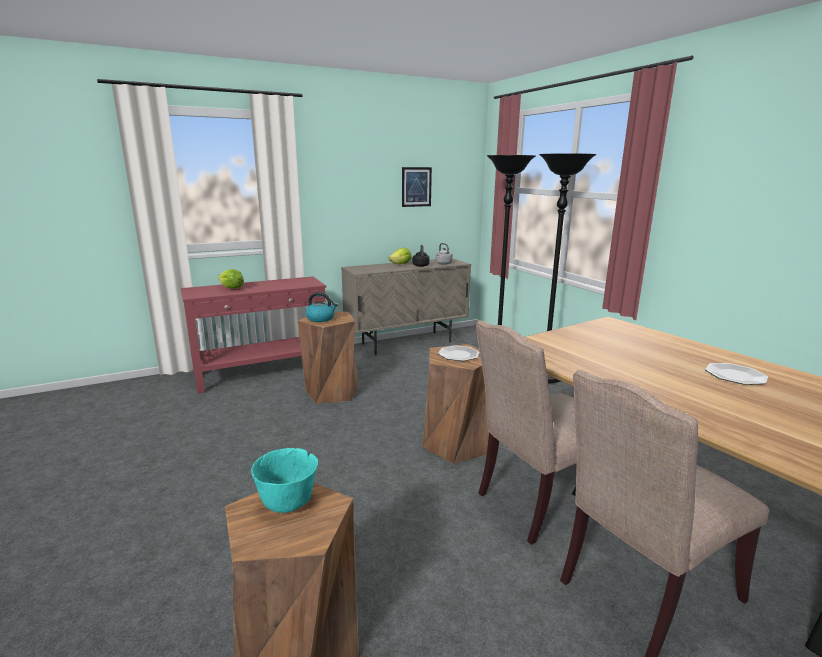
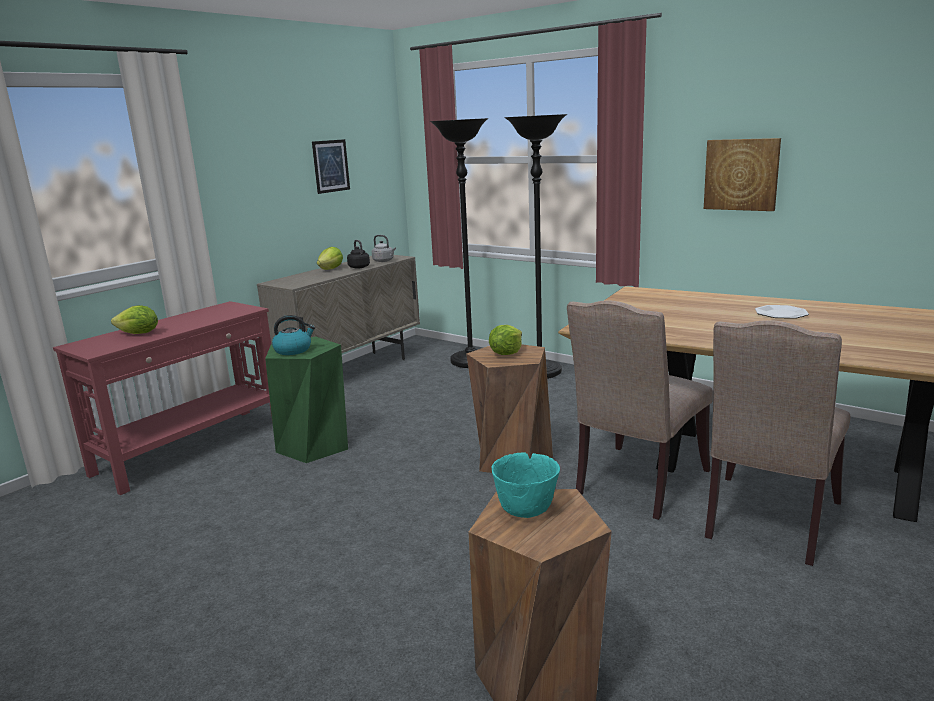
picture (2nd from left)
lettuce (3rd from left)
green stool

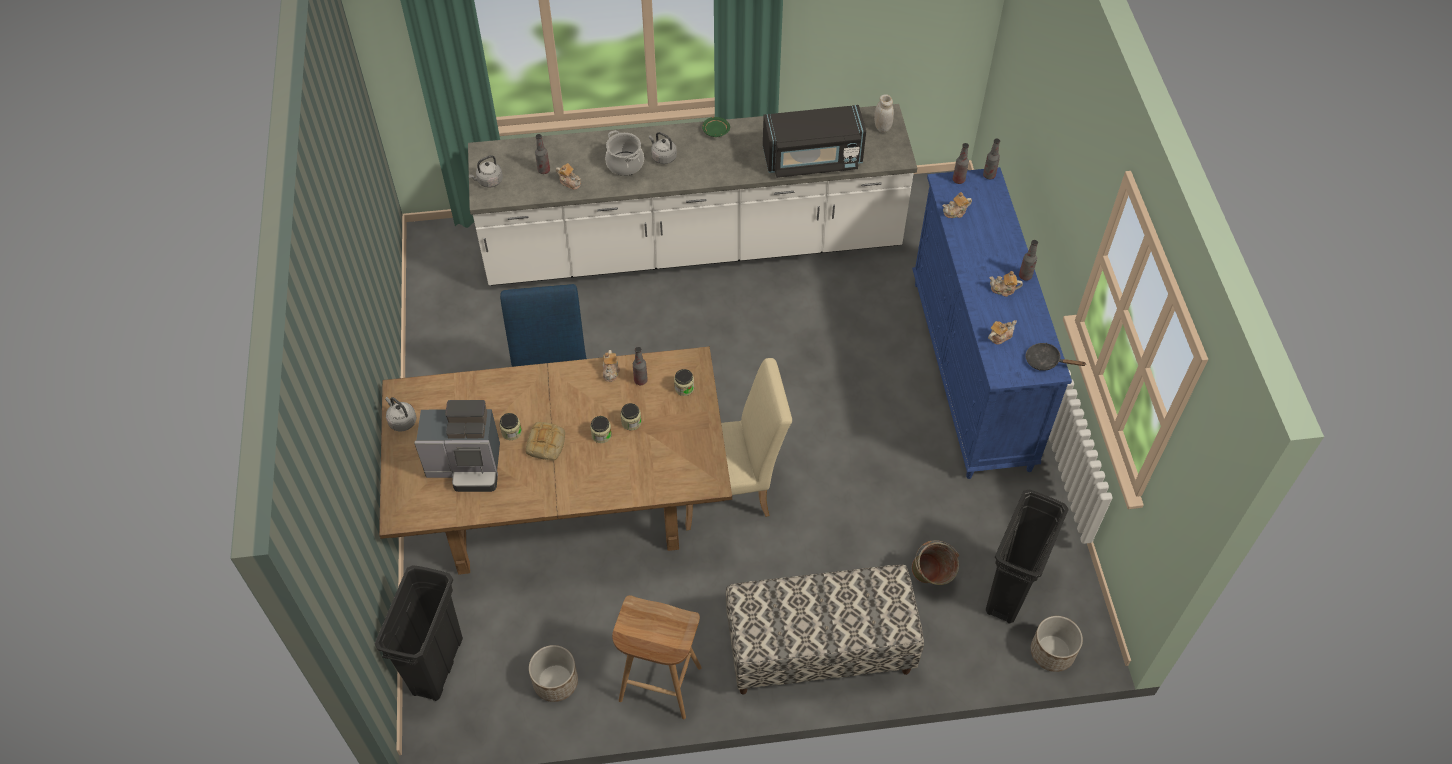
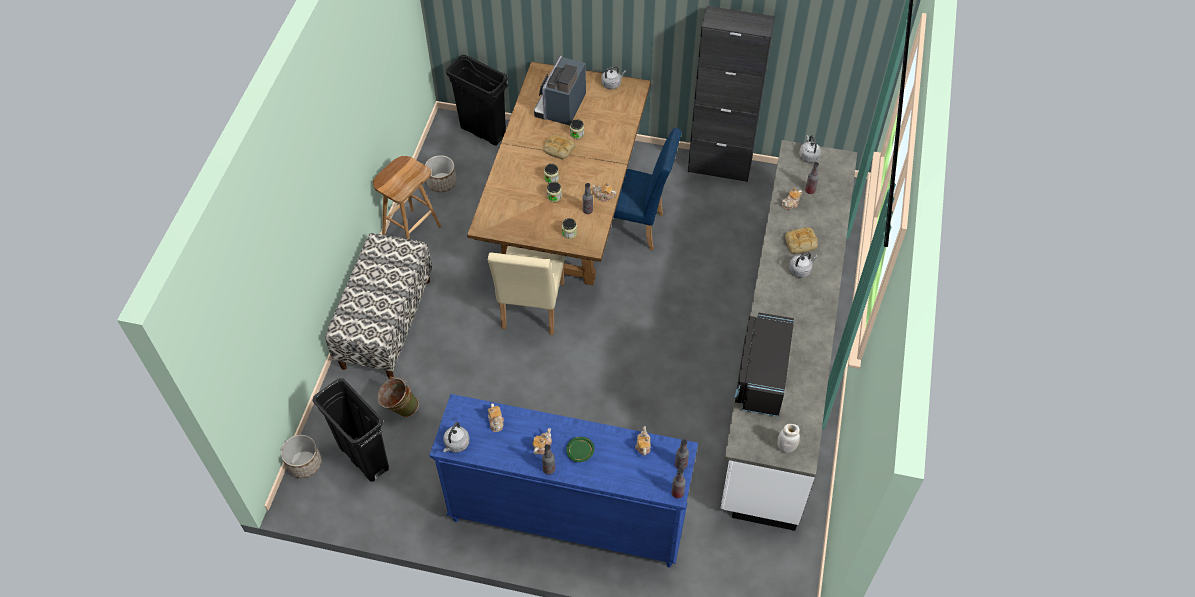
black cabinet
green plate
bread (2nd from left)
grey kettle (1st from left)

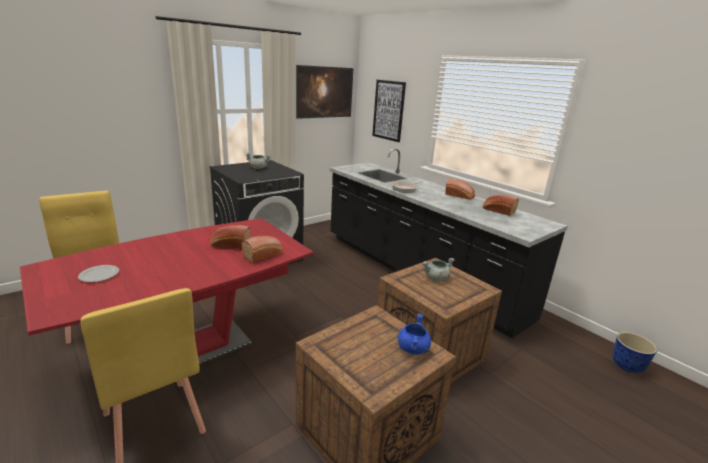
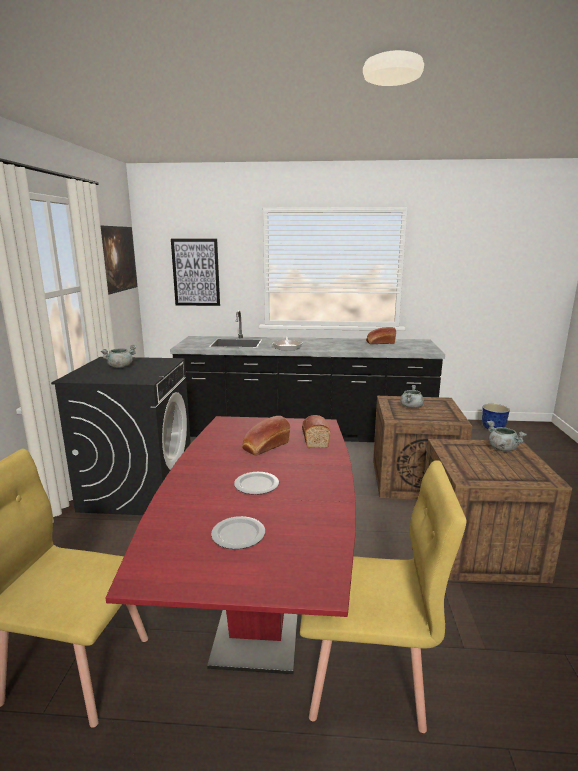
bread (3rd from left in the first image)
plate (2nd from left)
grey cooking pot (3rd from left)

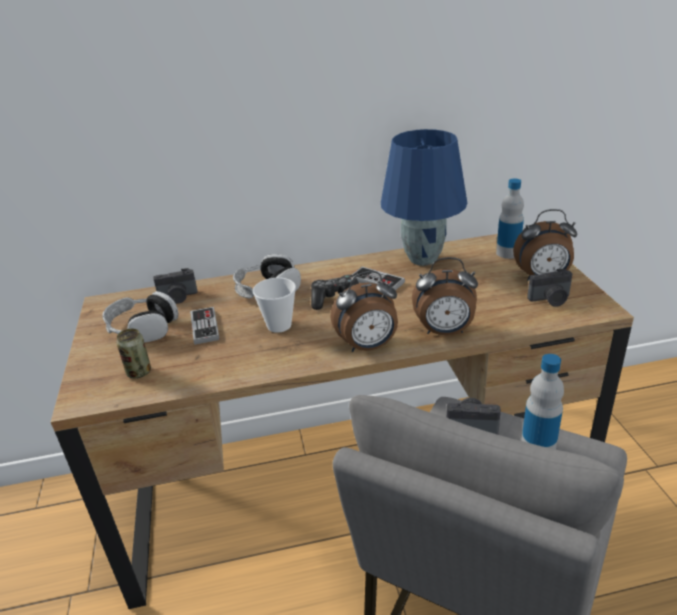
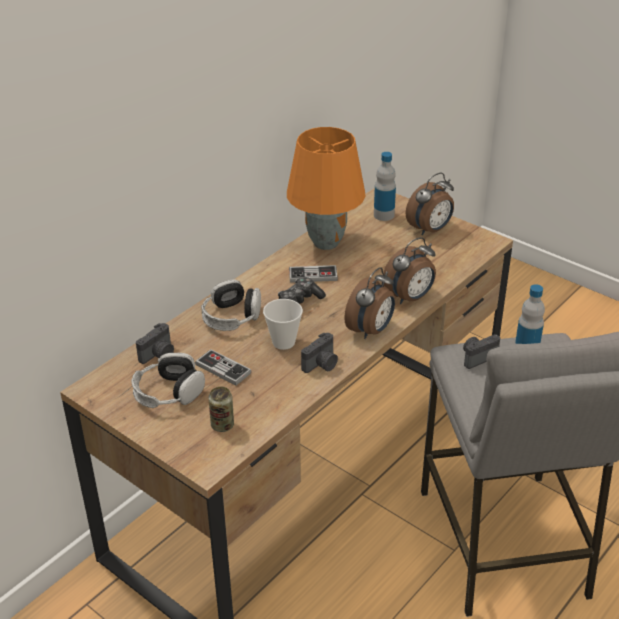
photo camera (2nd from left)
orange table lamp

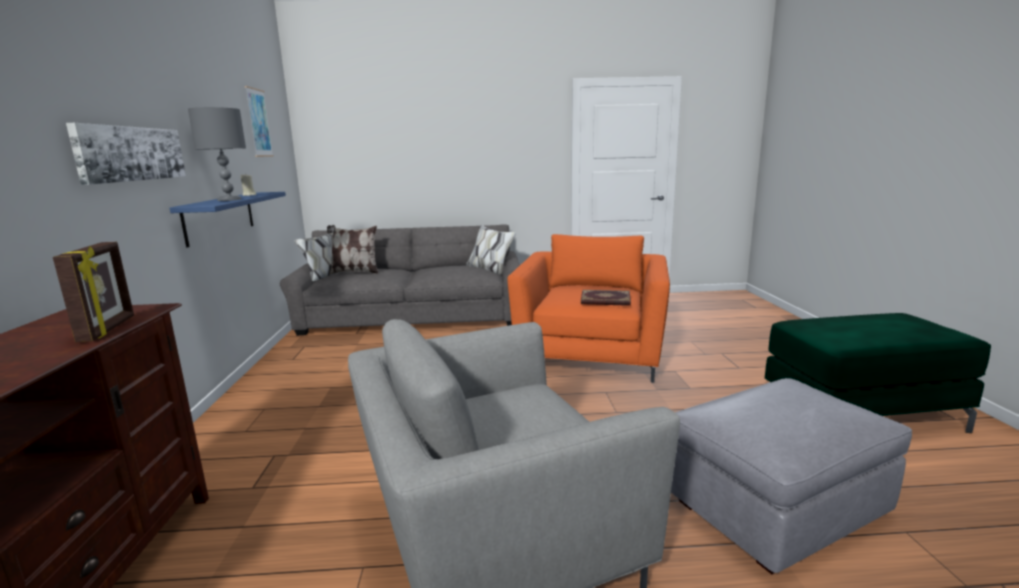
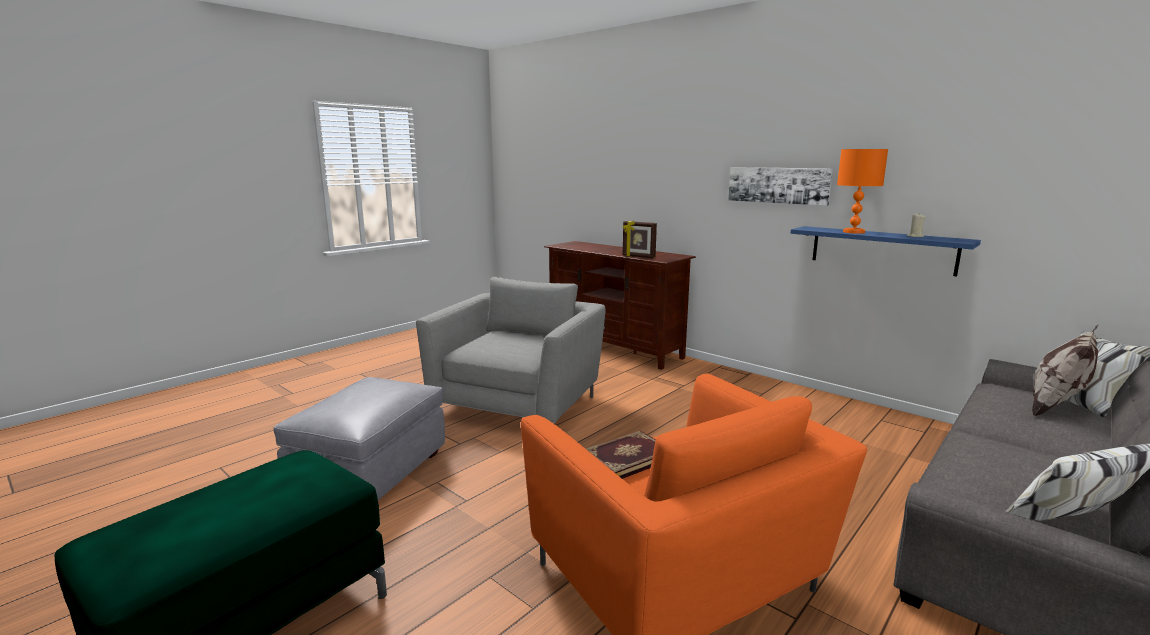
picture (2nd from left in the first image)
orange table lamp

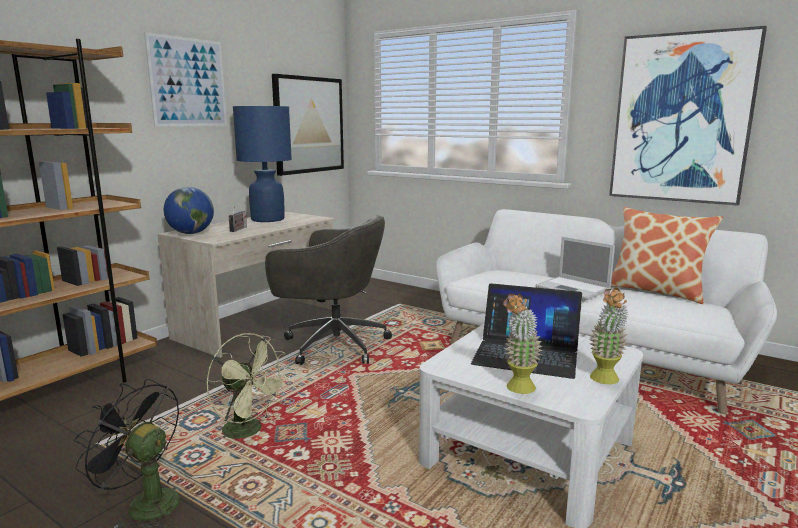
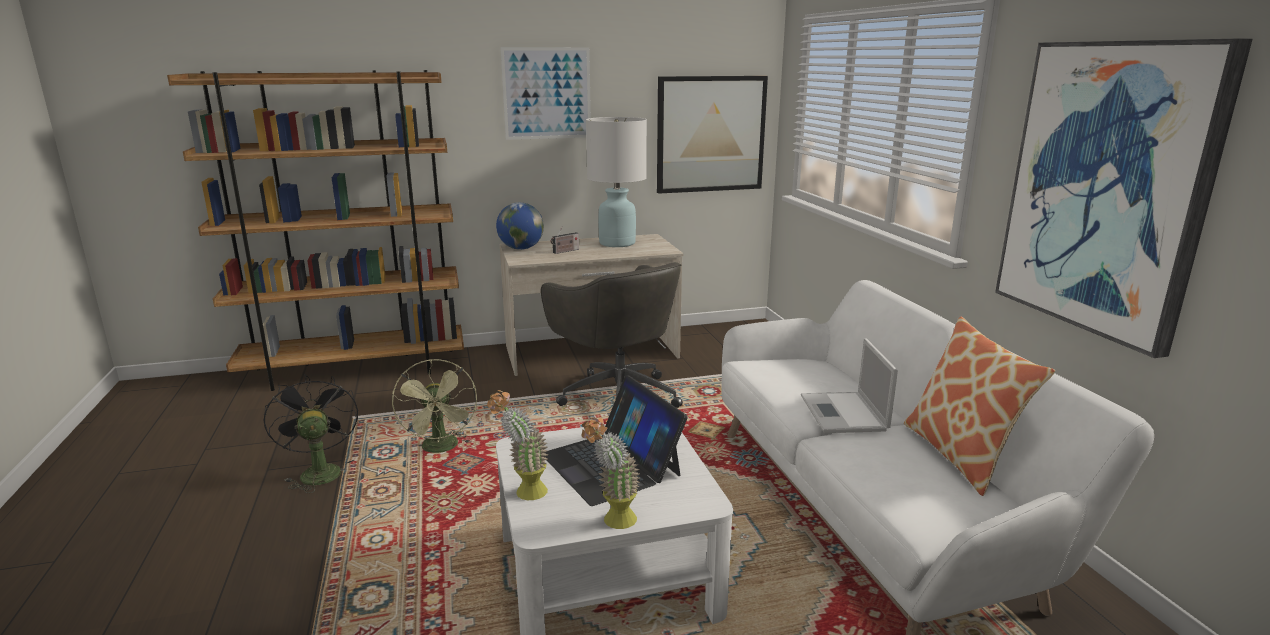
white table lamp

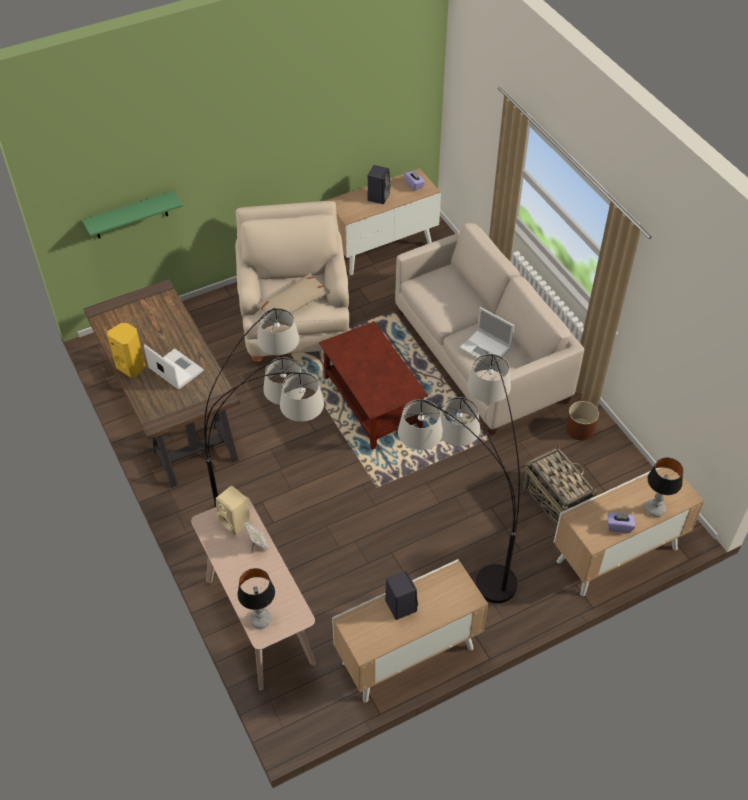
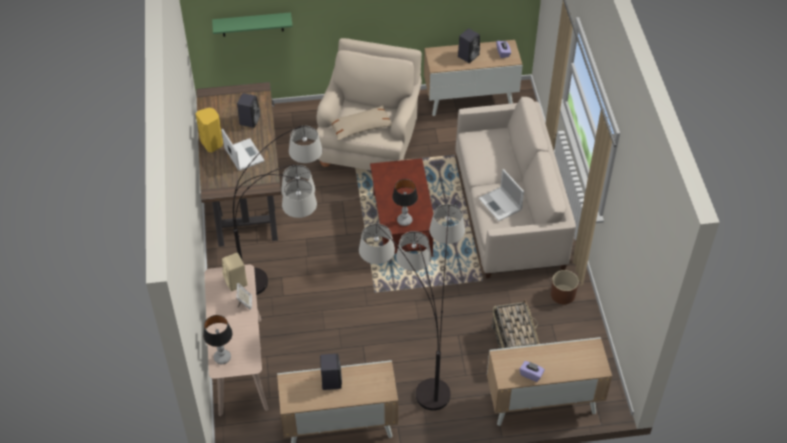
black speaker (1st from left)
table lamp (2nd from left)

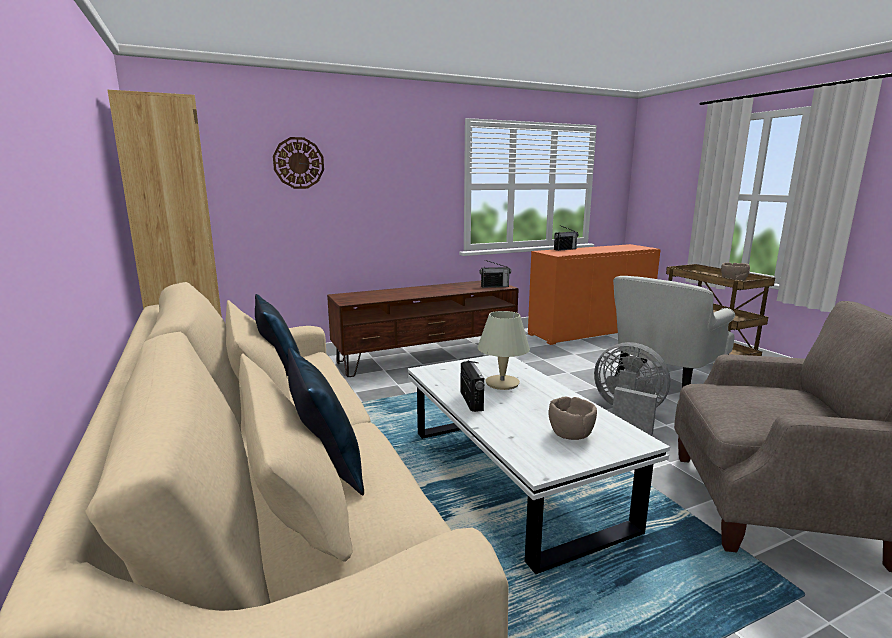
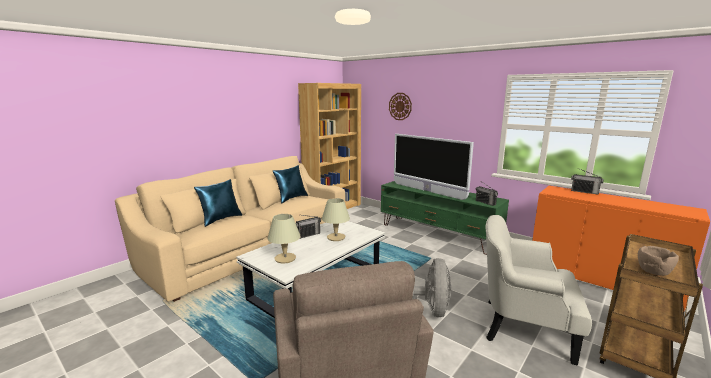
television
beige table lamp (1st from left)
green tv stand

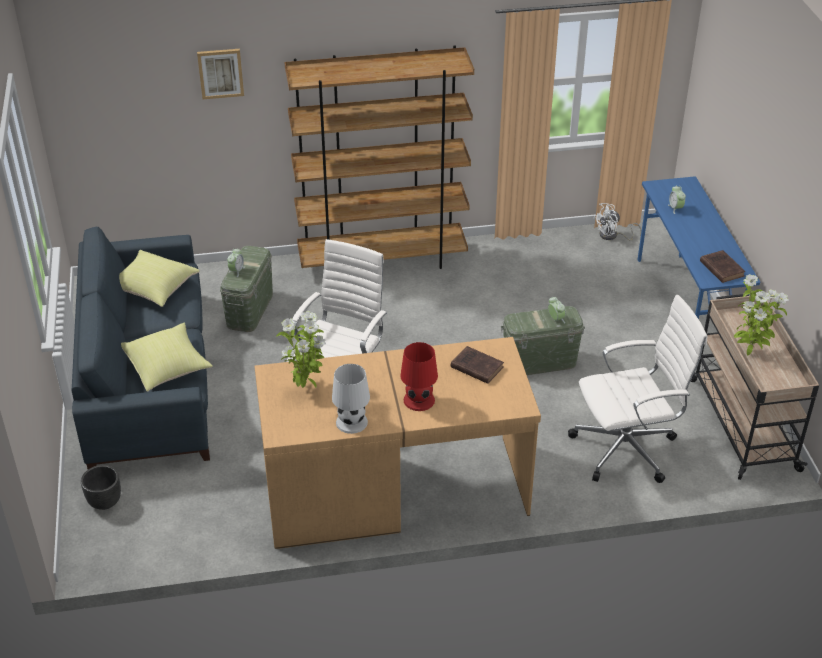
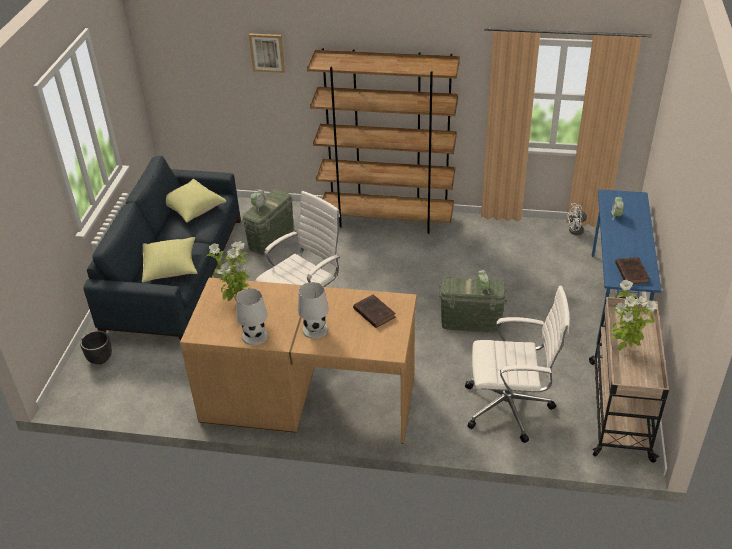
white table lamp (2nd from left)

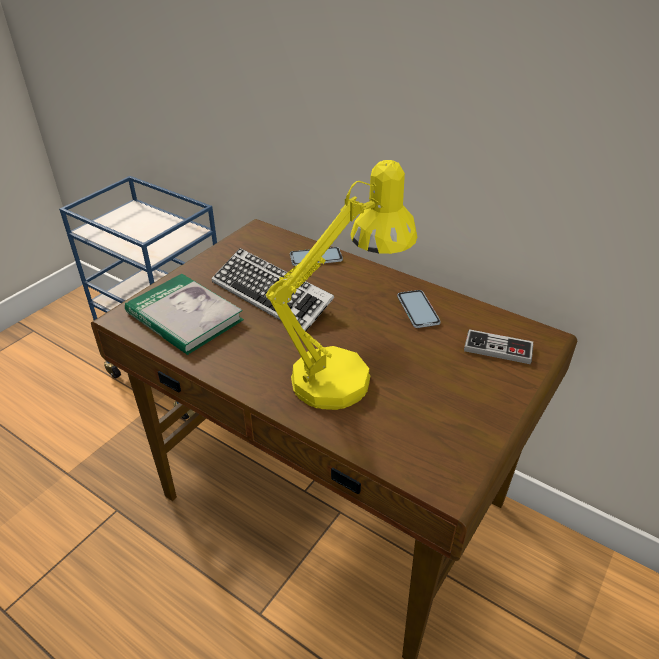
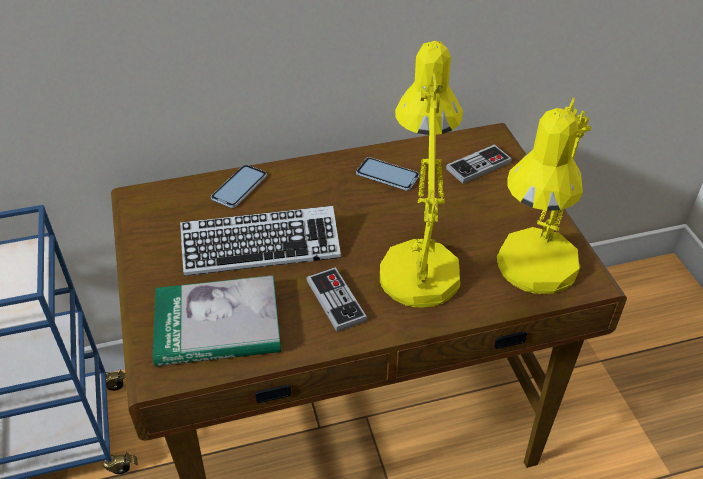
game controller (1st from left)
yellow table lamp (2nd from left)

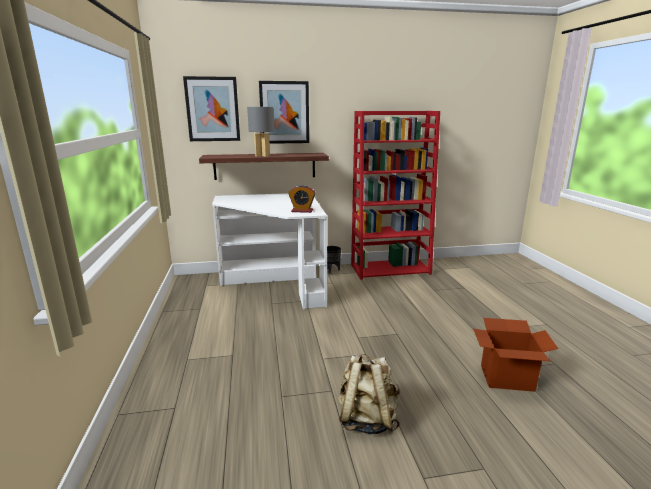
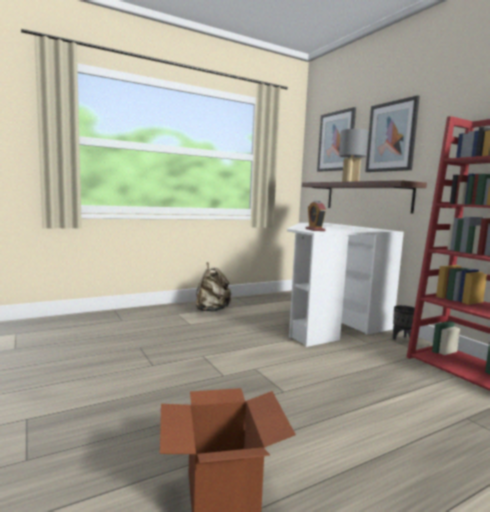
beige backpack

